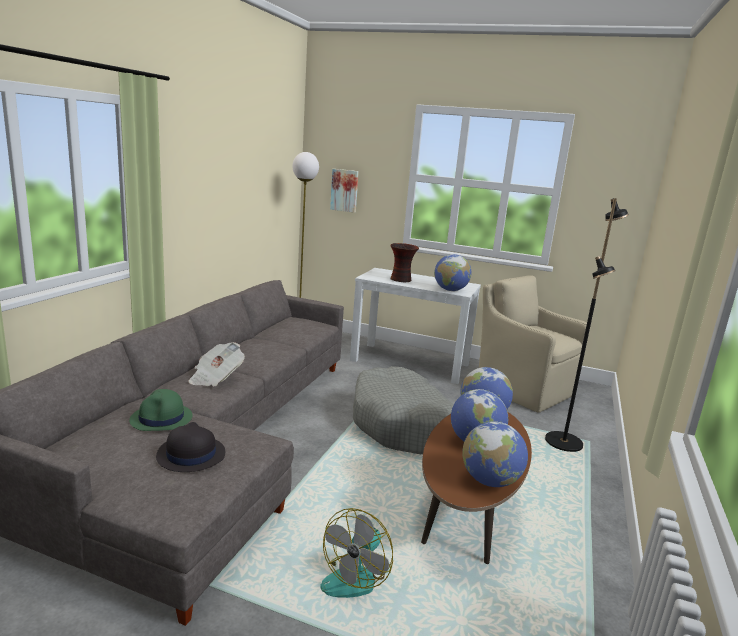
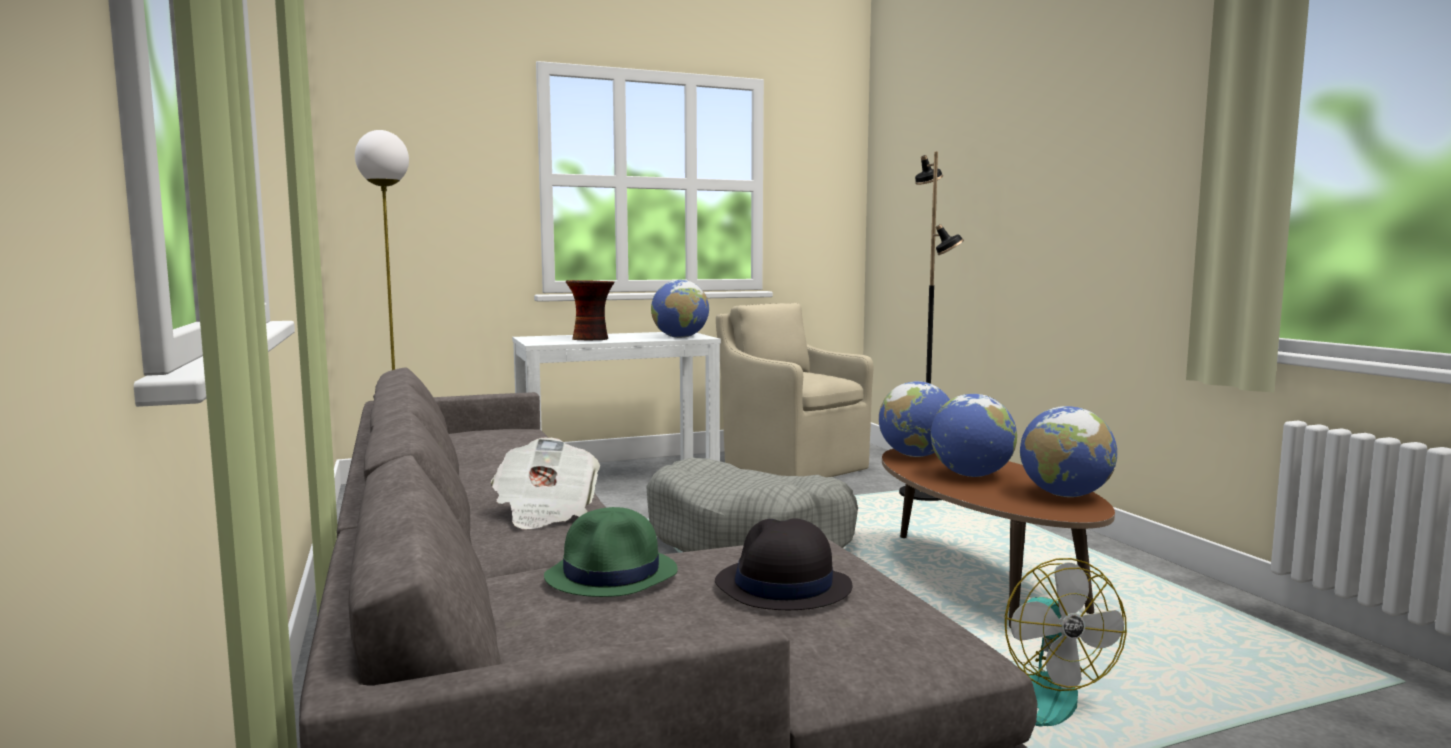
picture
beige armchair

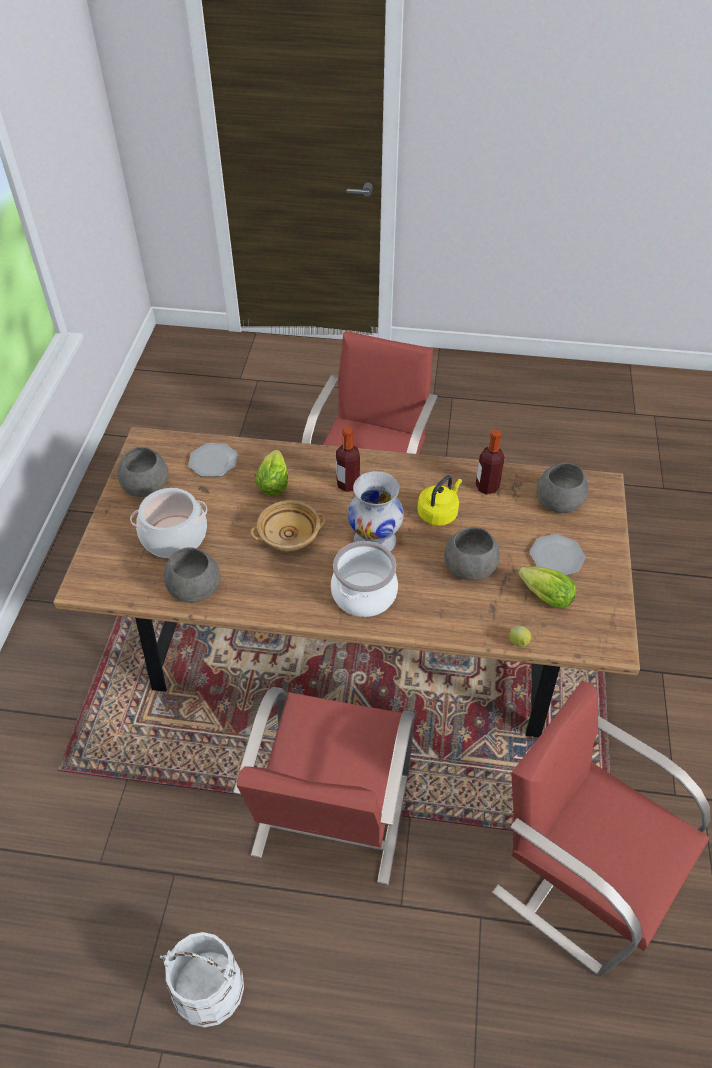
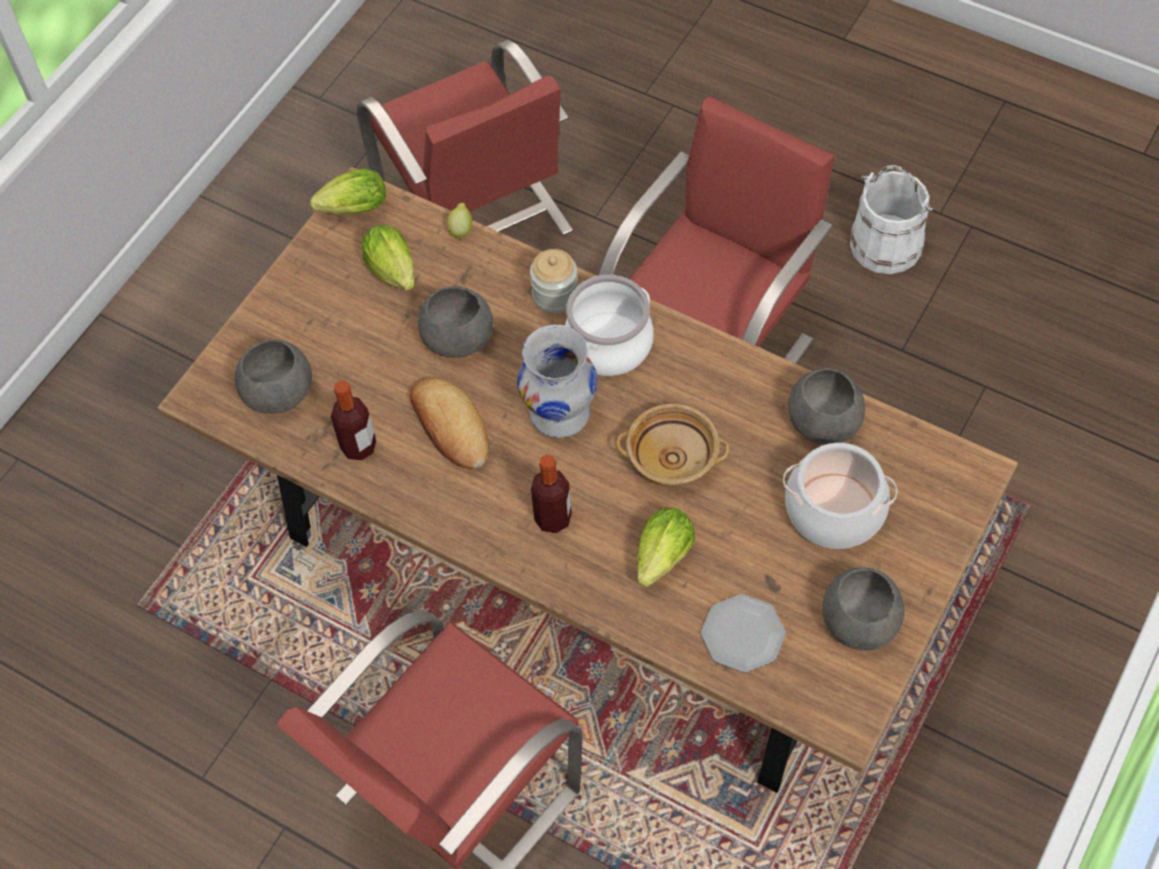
plate (2nd from left in the first image)
lettuce (1st from left)
jar
bread

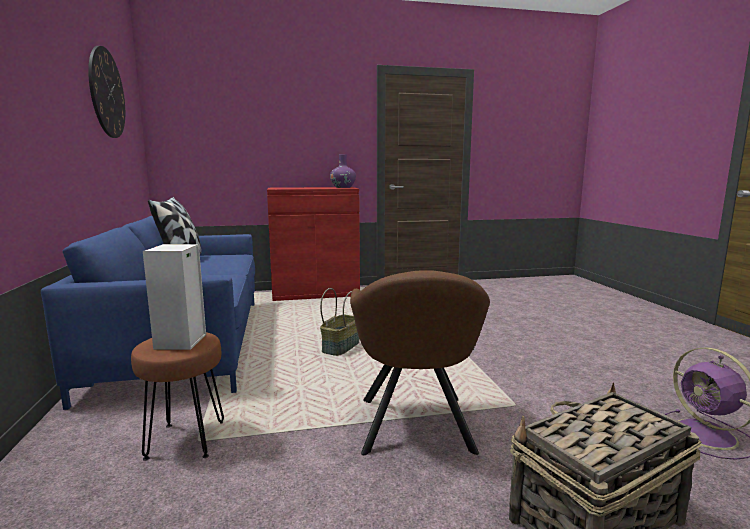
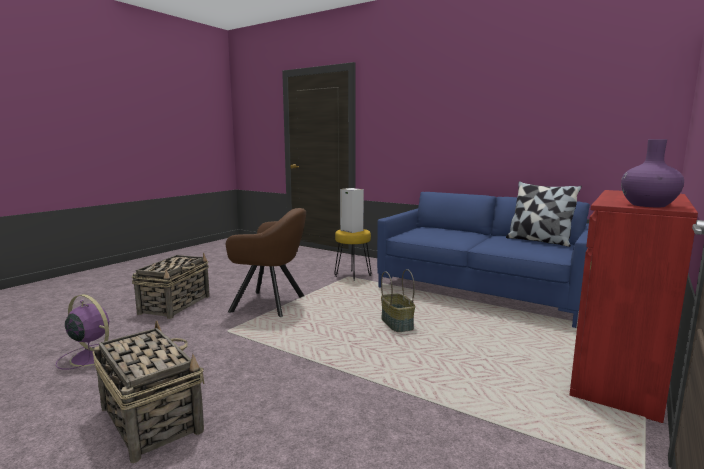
wall clock
basket (1st from left)
yellow stool
brown armchair

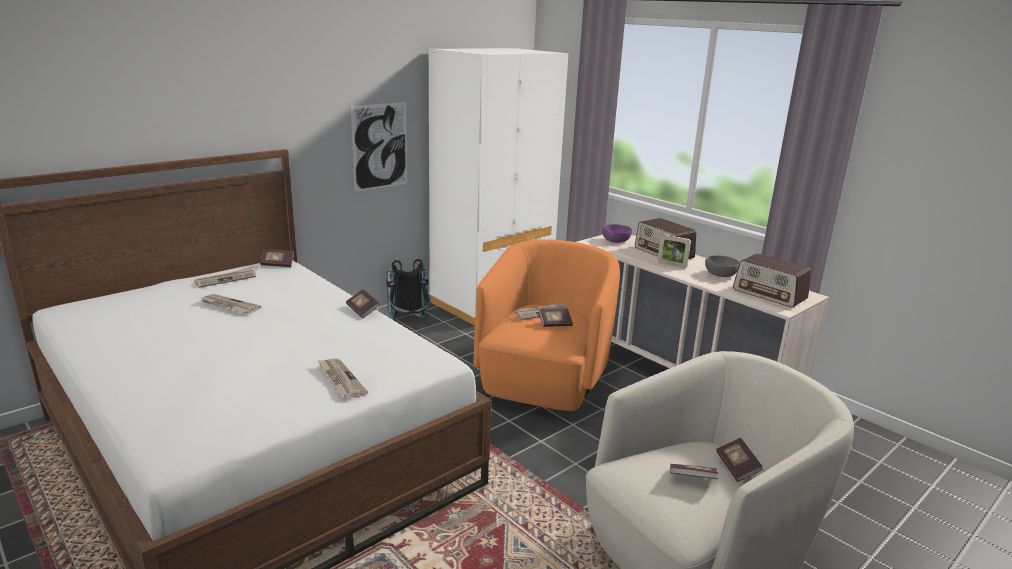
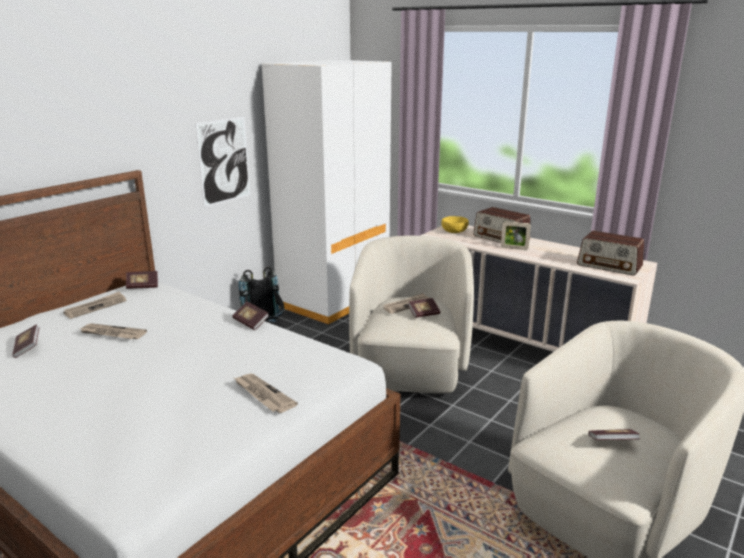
grey bowl
book (1st from left)
beige armchair (1st from left)
yellow bowl

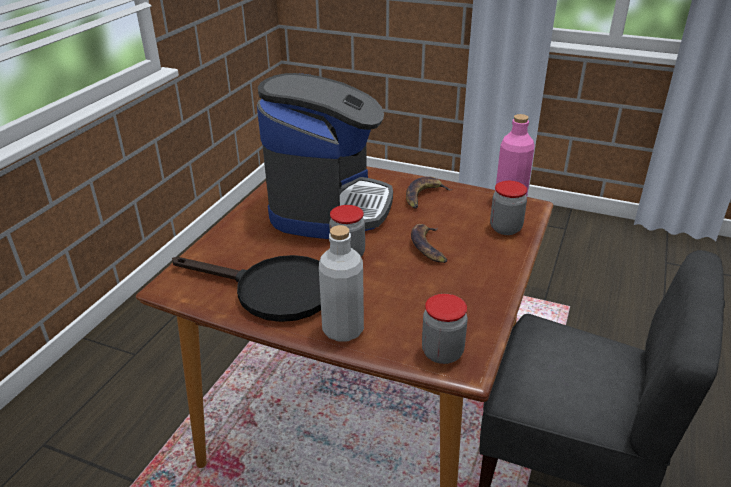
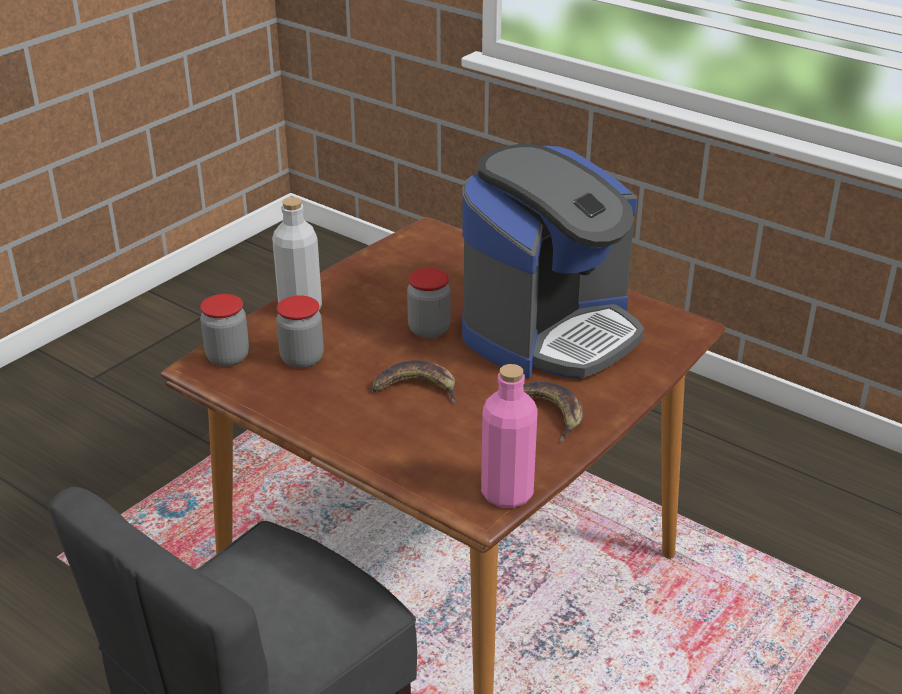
black frying pan
jar (2nd from left)
coffee machine

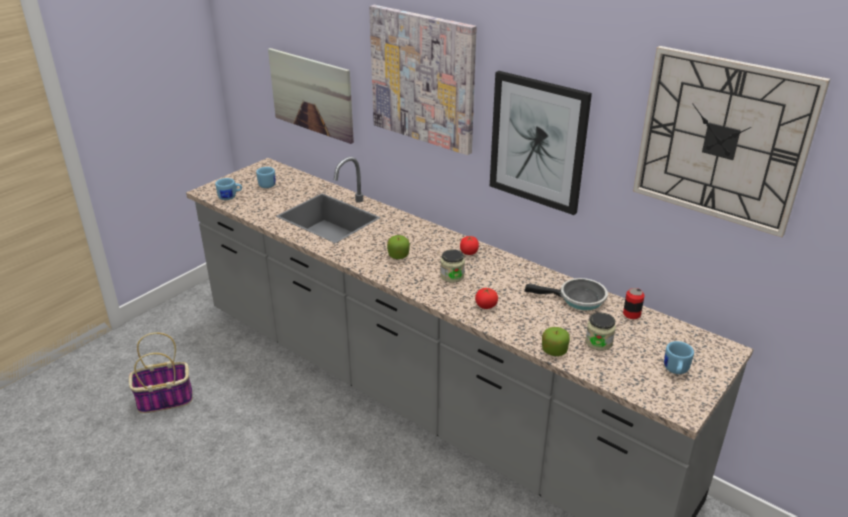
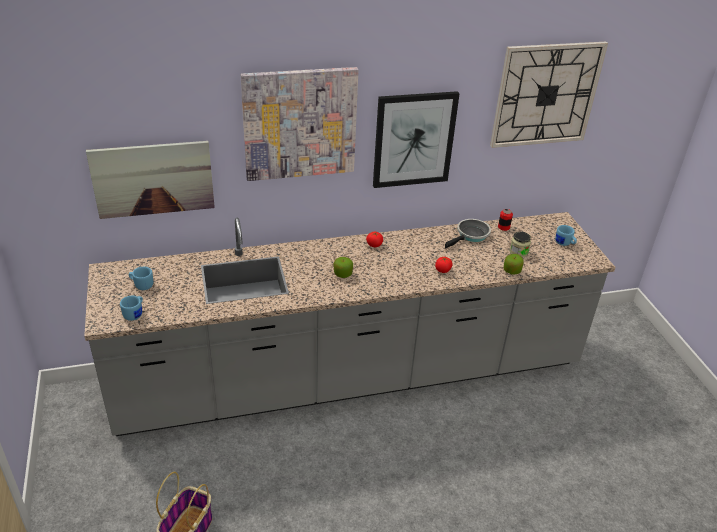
jar (1st from left in the first image)

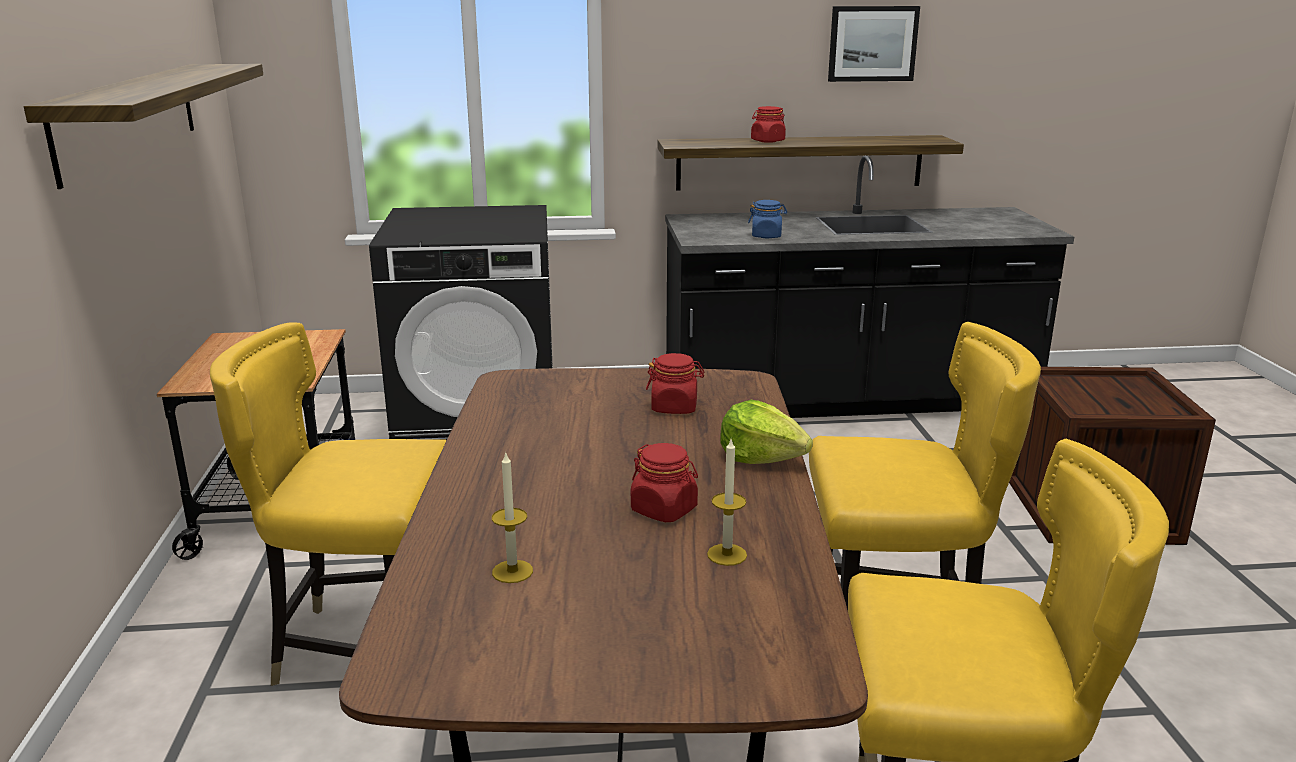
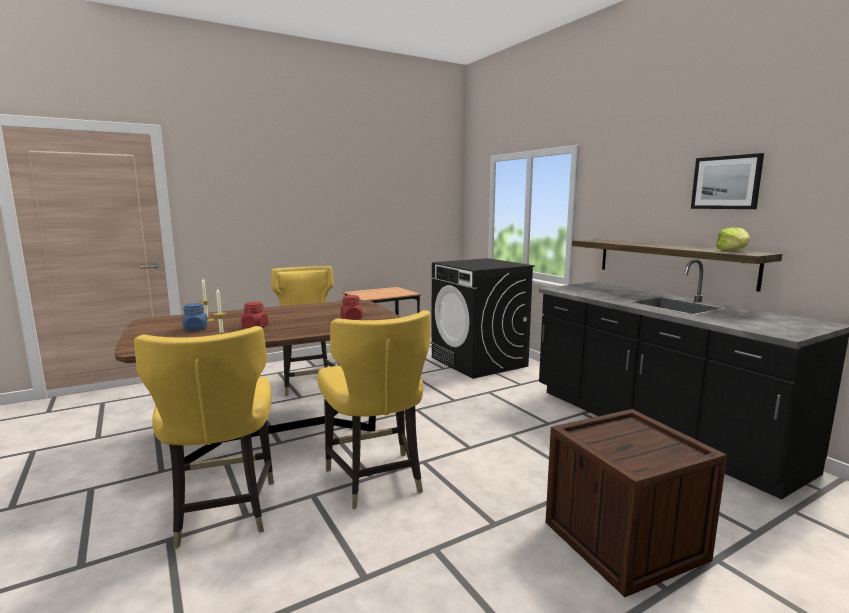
shelf (1st from left in the first image)
red jar (3rd from left in the first image)
lettuce
blue jar

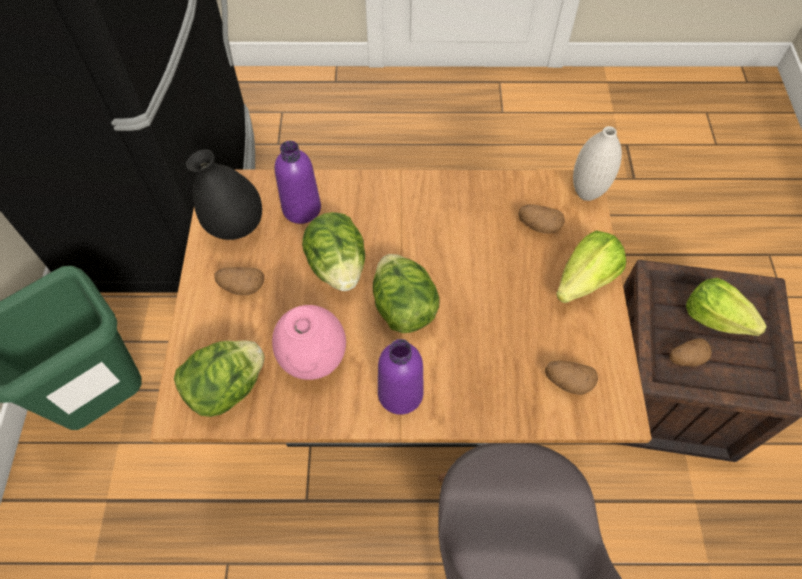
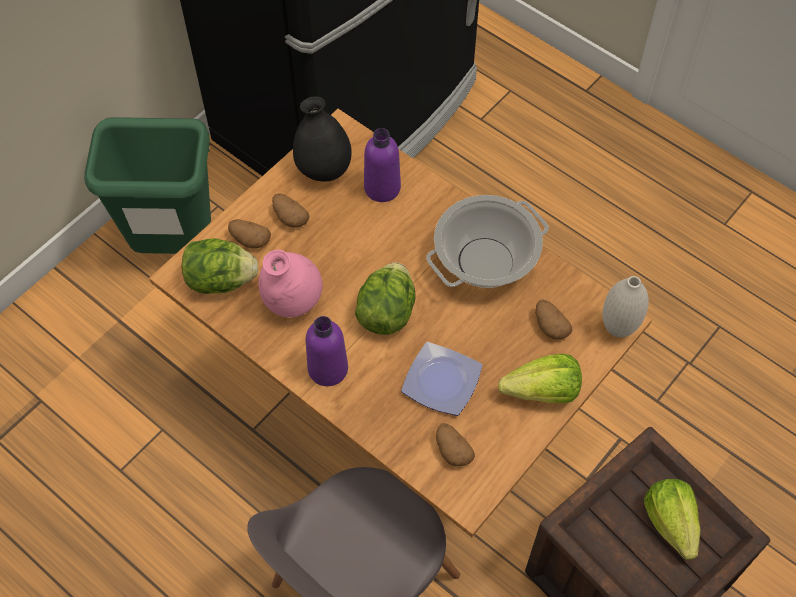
lettuce (2nd from left in the first image)
plate
cooking pot
potato (1st from left)

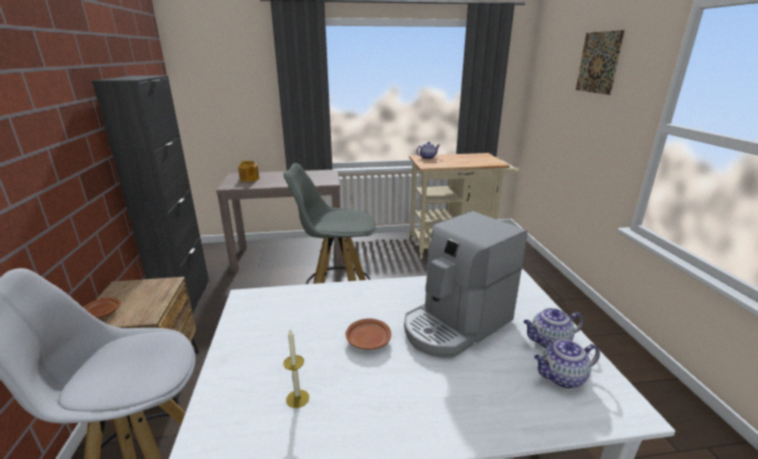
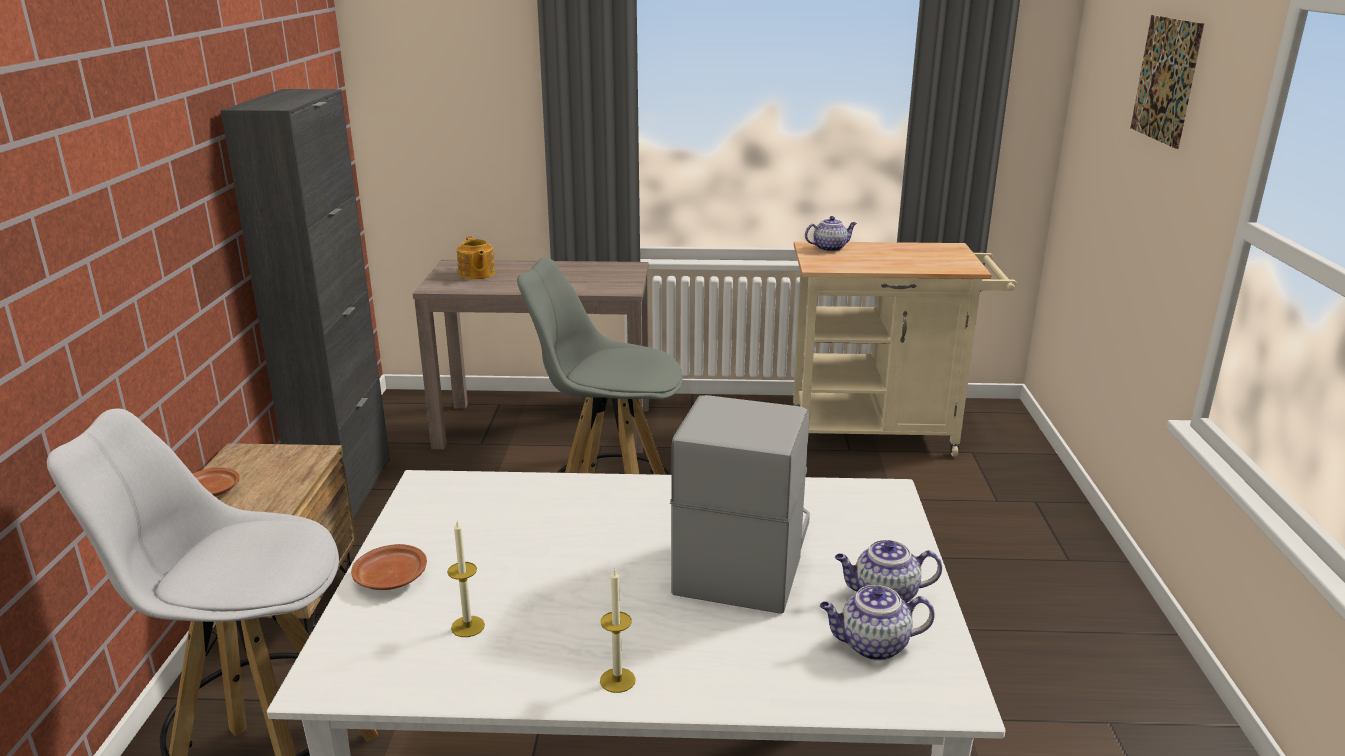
candle (2nd from left)
brown plate (2nd from left)
coffee machine

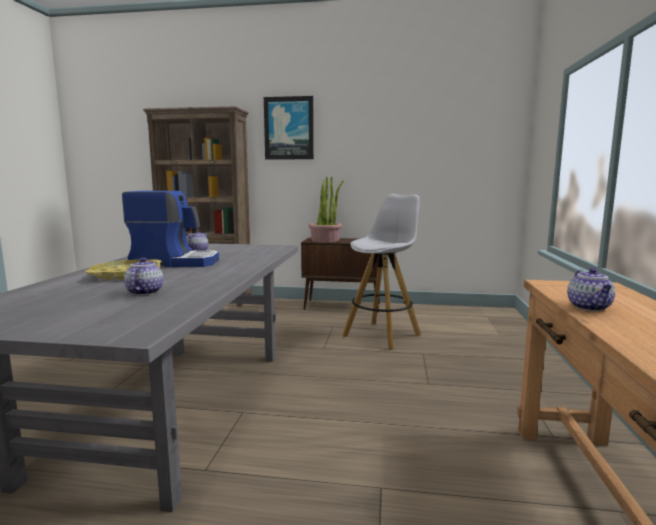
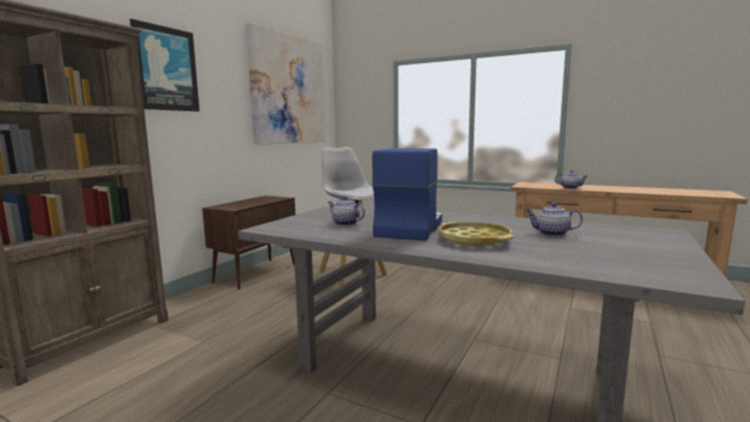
potted plant
picture (2nd from left)

